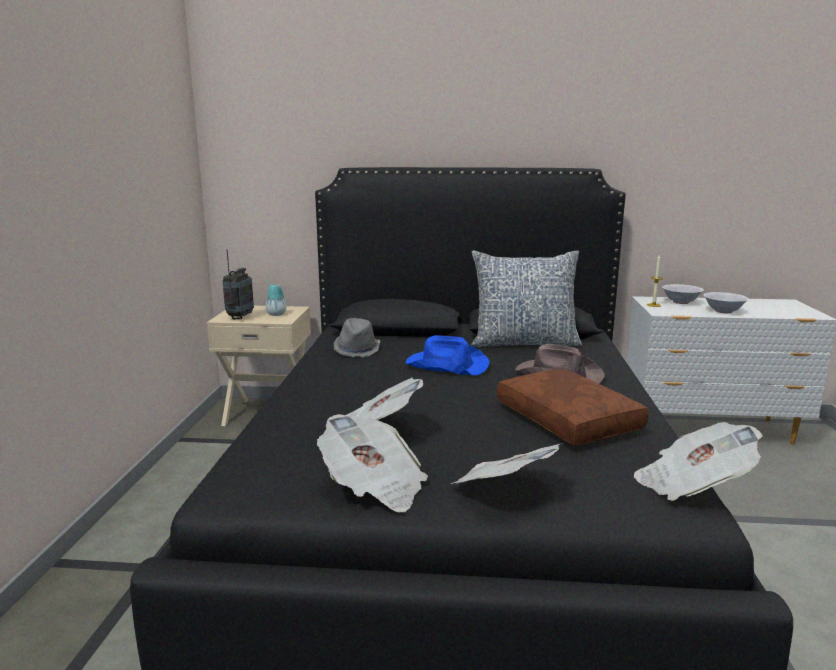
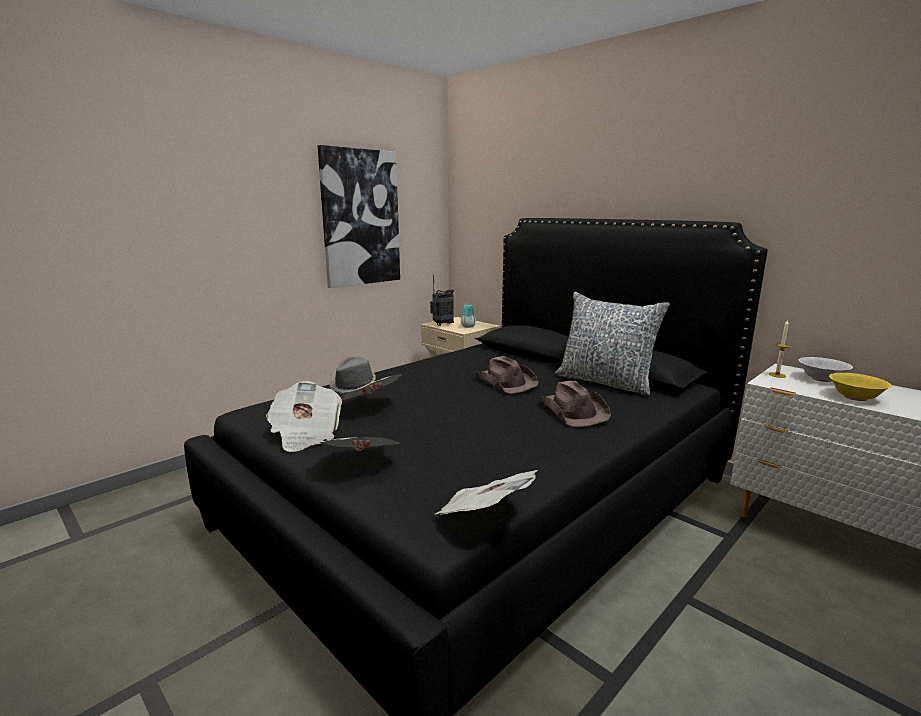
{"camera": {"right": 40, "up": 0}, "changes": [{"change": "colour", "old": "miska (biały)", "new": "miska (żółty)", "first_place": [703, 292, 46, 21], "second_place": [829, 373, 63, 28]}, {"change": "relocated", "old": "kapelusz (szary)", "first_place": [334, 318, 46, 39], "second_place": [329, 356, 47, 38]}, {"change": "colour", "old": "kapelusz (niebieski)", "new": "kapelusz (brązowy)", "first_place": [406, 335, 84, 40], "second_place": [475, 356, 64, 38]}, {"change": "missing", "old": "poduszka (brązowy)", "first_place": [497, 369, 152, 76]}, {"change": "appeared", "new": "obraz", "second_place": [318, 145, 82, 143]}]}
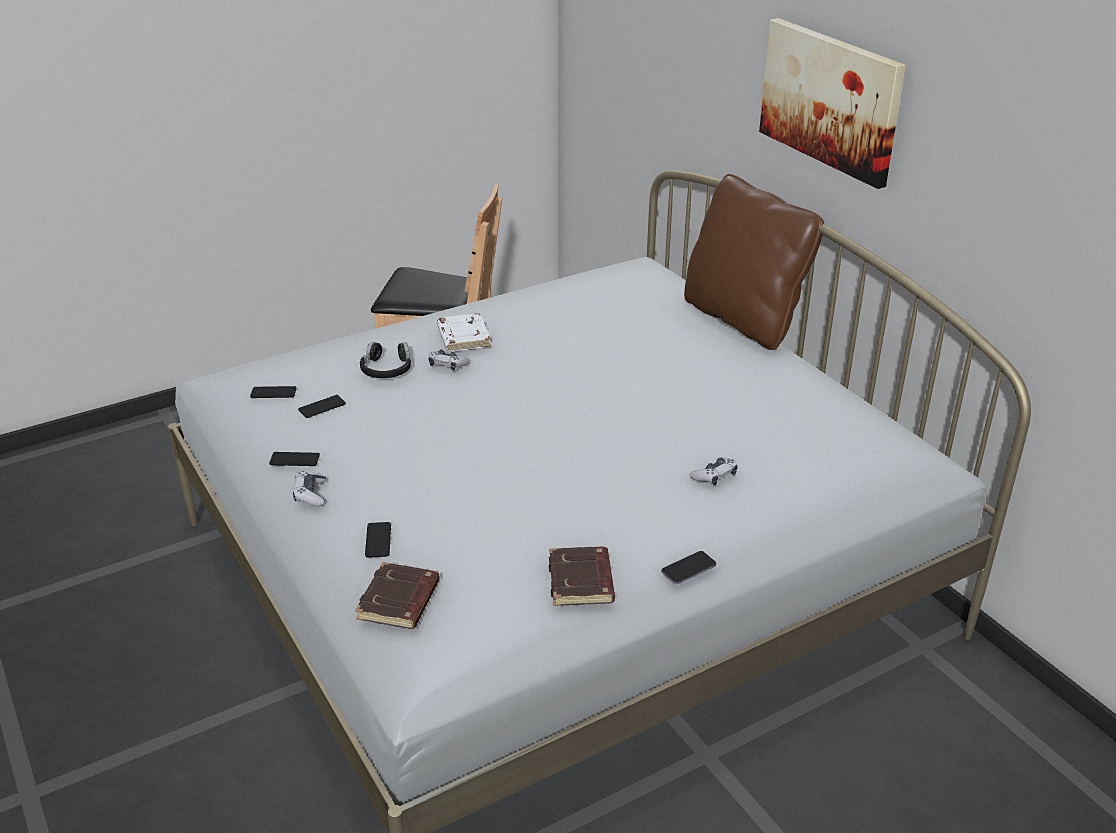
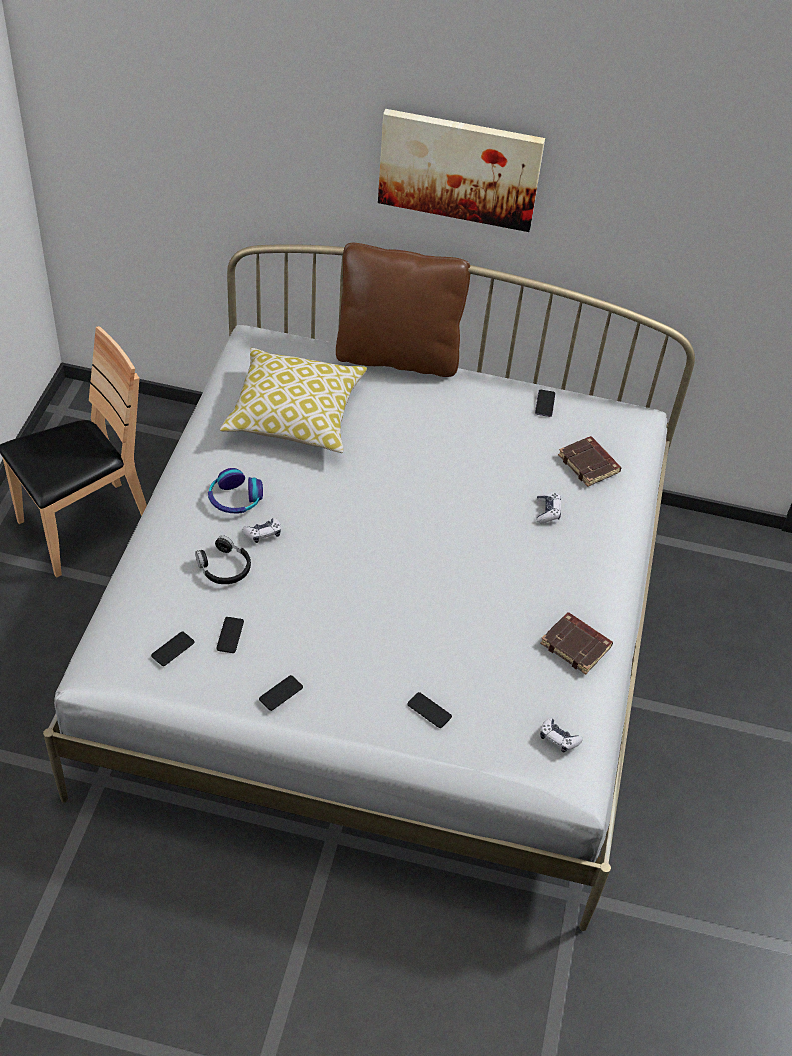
{"camera": {"right": -50, "up": 15}, "changes": [{"change": "exchanged", "old": "książka (biały)", "new": "słuchawki", "first_place": [437, 313, 54, 39], "second_place": [208, 468, 55, 45]}, {"change": "relocated", "old": "pad do gier", "first_place": [293, 471, 33, 35], "second_place": [540, 717, 43, 36]}, {"change": "relocated", "old": "telefon", "first_place": [661, 551, 55, 33], "second_place": [535, 390, 21, 27]}, {"change": "relocated", "old": "książka (brązowy)", "first_place": [355, 562, 85, 67], "second_place": [558, 436, 63, 51]}, {"change": "appeared", "new": "poduszka", "second_place": [220, 348, 147, 105]}]}
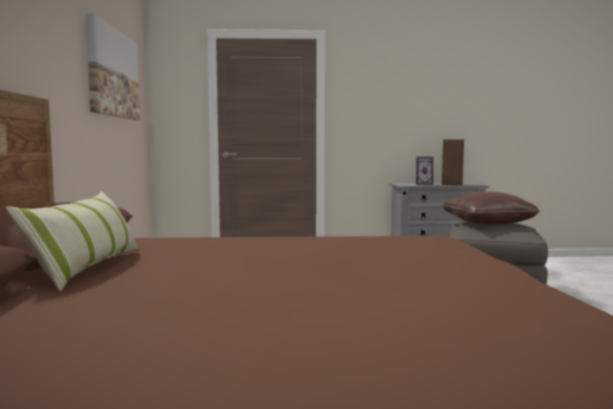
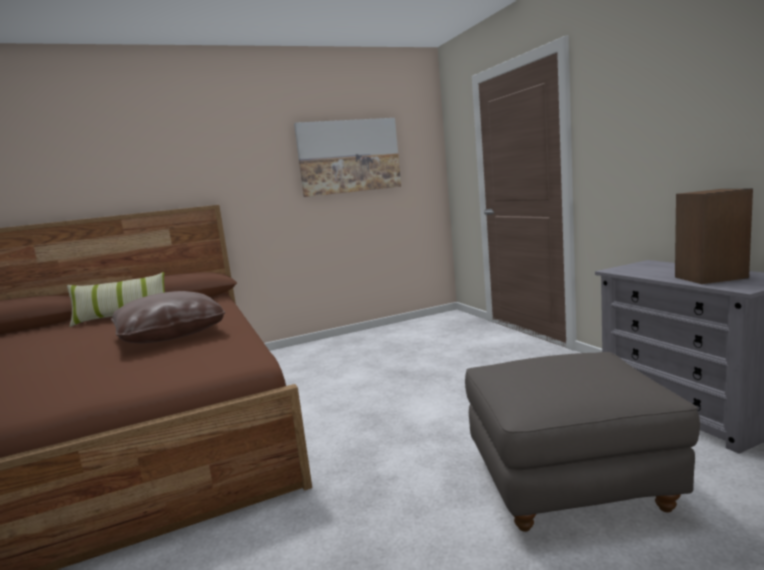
{"camera": {"right": 70, "up": 5}, "changes": [{"change": "missing", "old": "ramka na zdjęcie", "first_place": [416, 157, 18, 28]}, {"change": "relocated", "old": "poduszka (brązowy)", "first_place": [442, 191, 98, 34], "second_place": [111, 291, 114, 52]}]}
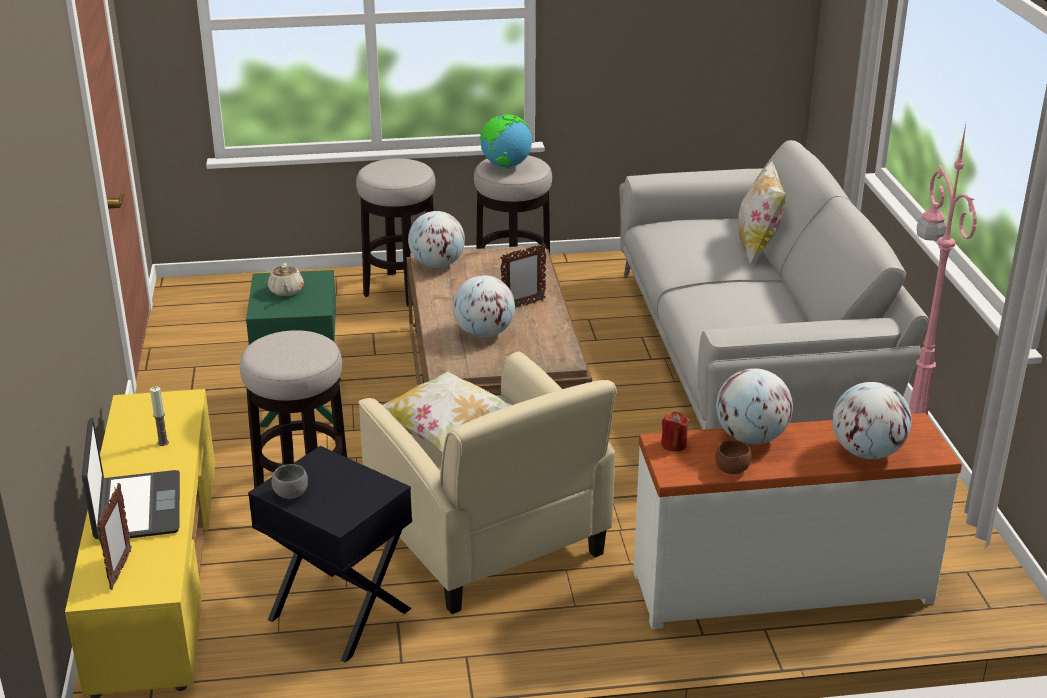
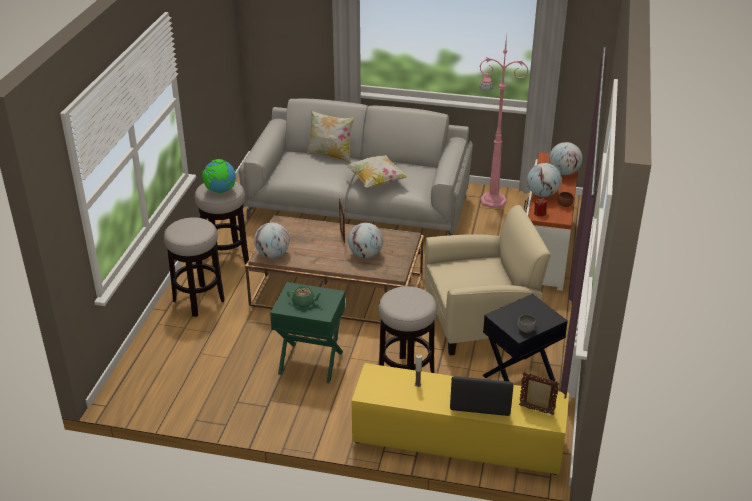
{"camera": {"right": -70, "up": 5}, "changes": [{"change": "colour", "old": "imbryk (beżowy)", "new": "imbryk (zielony)", "first_place": [268, 263, 36, 33], "second_place": [287, 287, 35, 20]}, {"change": "relocated", "old": "poduszka", "first_place": [383, 371, 128, 81], "second_place": [345, 155, 64, 33]}]}
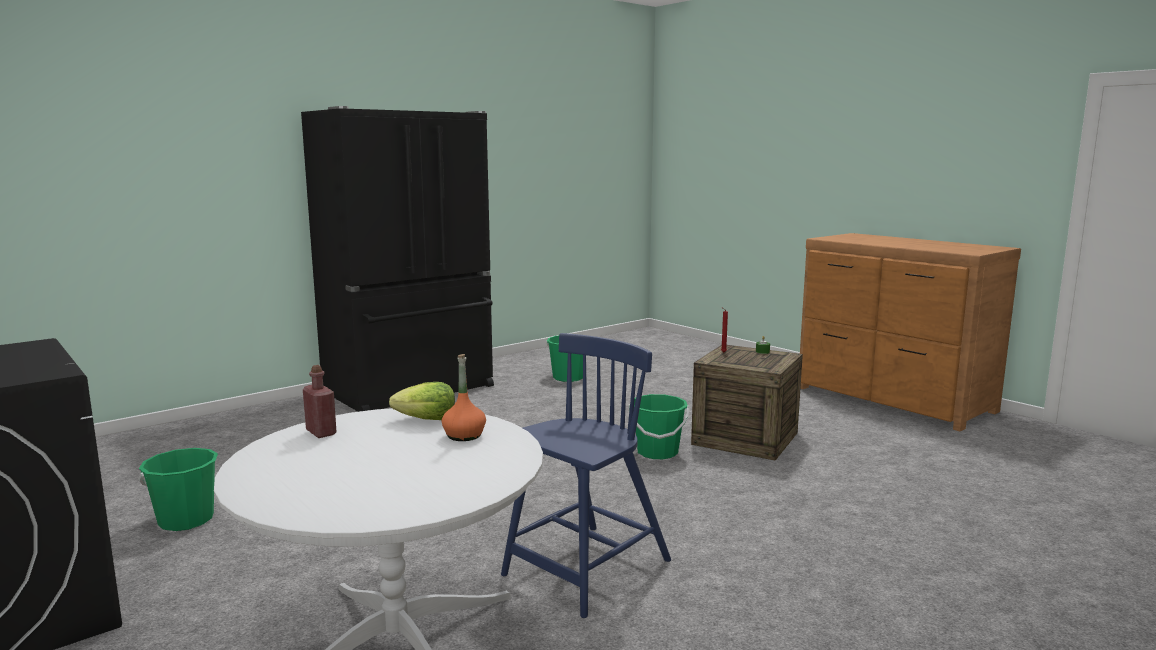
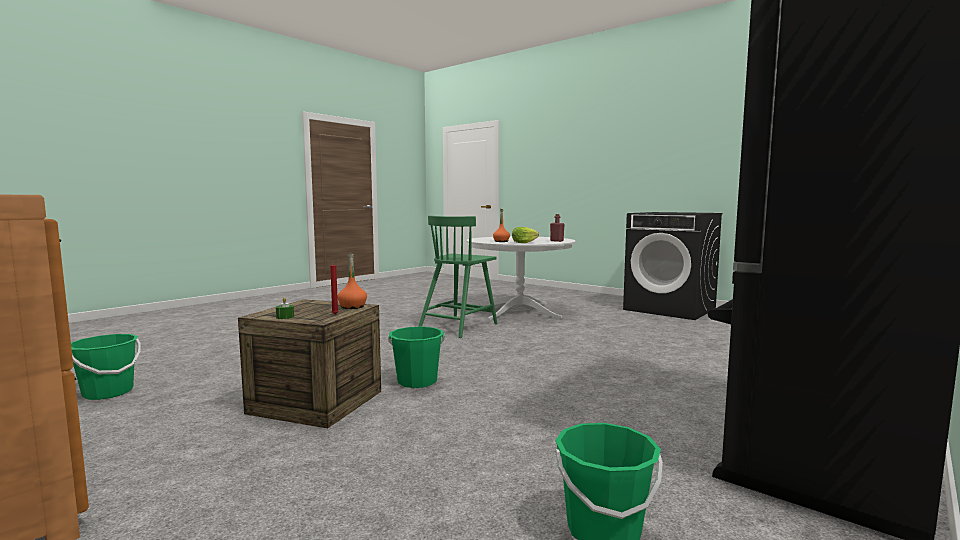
{"camera": {"right": 170, "up": -5}, "changes": [{"change": "colour", "old": "krzesło (niebieski)", "new": "krzesło (zielony)", "first_place": [501, 333, 170, 285], "second_place": [418, 215, 80, 123]}, {"change": "relocated", "old": "wiadro (zielony)", "first_place": [138, 448, 80, 83], "second_place": [71, 334, 69, 66]}, {"change": "appeared", "new": "butelka (pomarańczowy)", "second_place": [337, 252, 30, 57]}]}
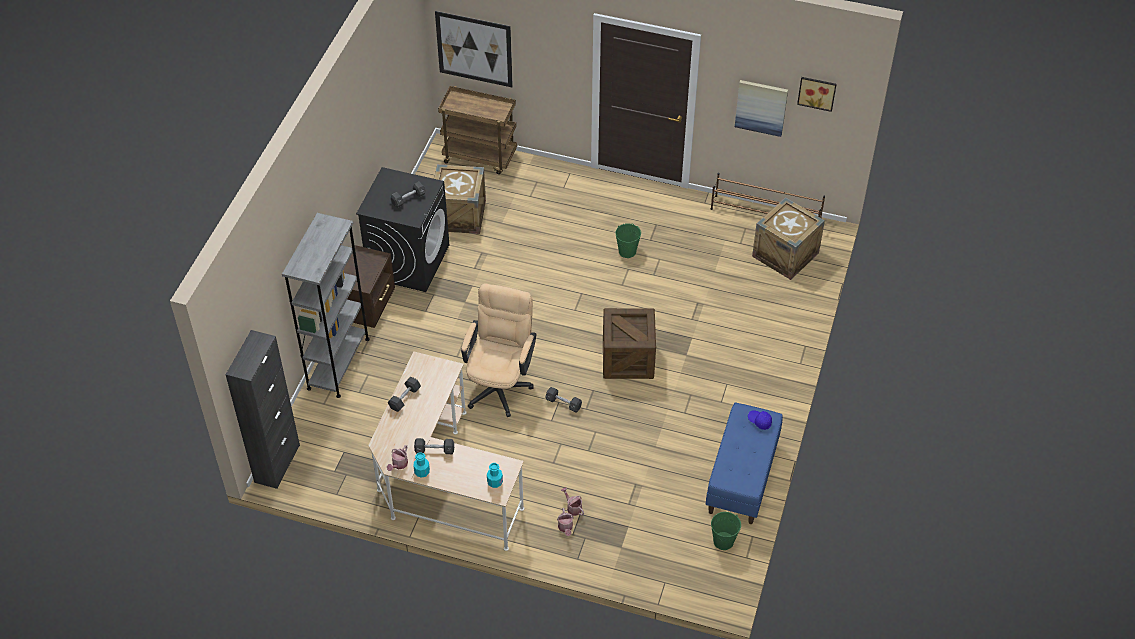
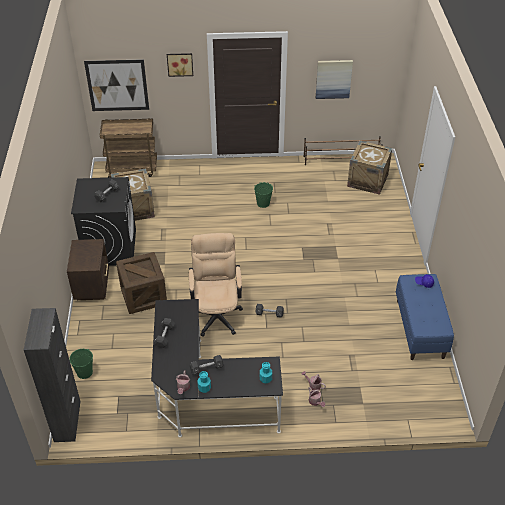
{"camera": {"right": -20, "up": -5}, "changes": [{"change": "relocated", "old": "obraz", "first_place": [797, 77, 40, 35], "second_place": [167, 53, 26, 24]}, {"change": "missing", "old": "regał (szary)", "first_place": [282, 213, 88, 185]}, {"change": "relocated", "old": "skrzynka", "first_place": [603, 308, 53, 71], "second_place": [116, 252, 51, 62]}, {"change": "colour", "old": "biurko (beżowy)", "new": "biurko (czarny)", "first_place": [368, 351, 156, 200], "second_place": [151, 299, 132, 138]}, {"change": "relocated", "old": "wiadro (zielony)", "first_place": [711, 512, 30, 38], "second_place": [69, 349, 24, 30]}]}
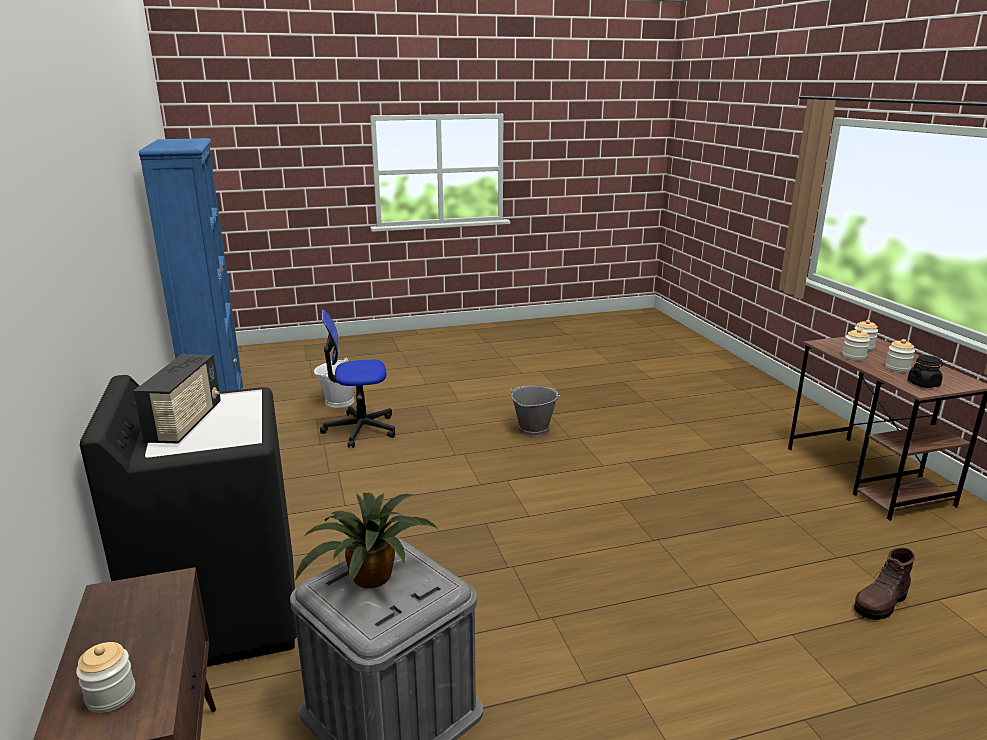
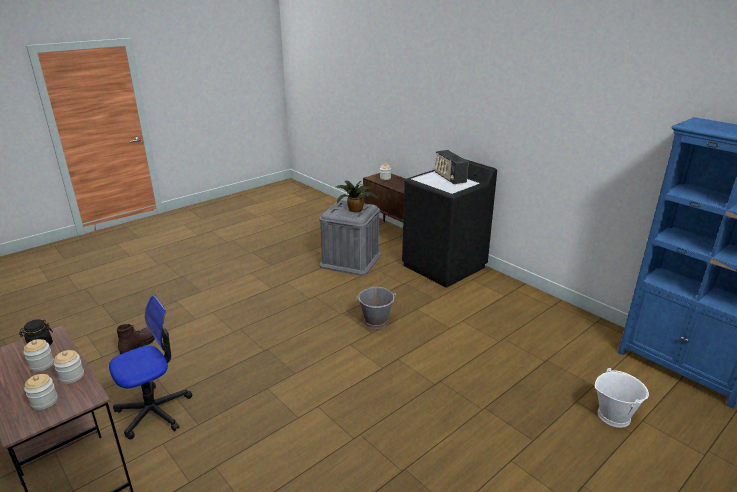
{"camera": {"right": 155, "up": 5}, "changes": [{"change": "relocated", "old": "krzesło biurowe", "first_place": [320, 310, 75, 138], "second_place": [109, 295, 83, 145]}, {"change": "relocated", "old": "wiadro (szary)", "first_place": [510, 386, 50, 51], "second_place": [356, 287, 40, 42]}]}
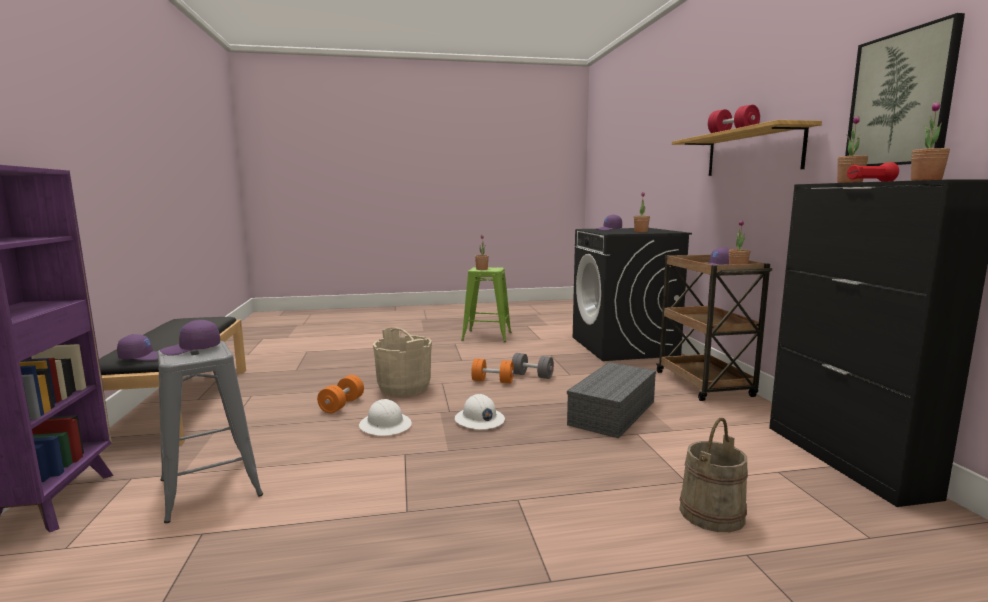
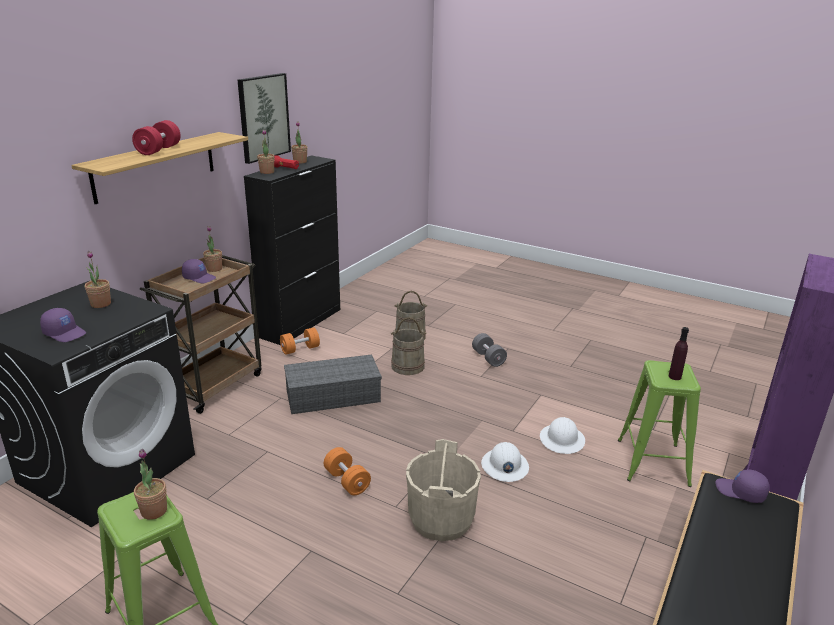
{"camera": {"right": -140, "up": 15}, "changes": [{"change": "exchanged", "old": "czapka z daszkiem (fioletowy)", "new": "butelka (fioletowy)", "first_place": [160, 320, 60, 36], "second_place": [669, 327, 20, 53]}, {"change": "colour", "old": "stołek (szary)", "new": "stołek (zielony)", "first_place": [157, 341, 106, 182], "second_place": [618, 360, 83, 127]}, {"change": "relocated", "old": "hantel (szary)", "first_place": [512, 353, 42, 26], "second_place": [472, 333, 35, 34]}, {"change": "relocated", "old": "hantel (pomarańczowy)", "first_place": [317, 375, 47, 38], "second_place": [280, 327, 40, 28]}, {"change": "relocated", "old": "kask (biały)", "first_place": [455, 394, 50, 36], "second_place": [540, 417, 45, 37]}, {"change": "appeared", "new": "wiadro (beżowy)", "second_place": [391, 317, 35, 58]}]}
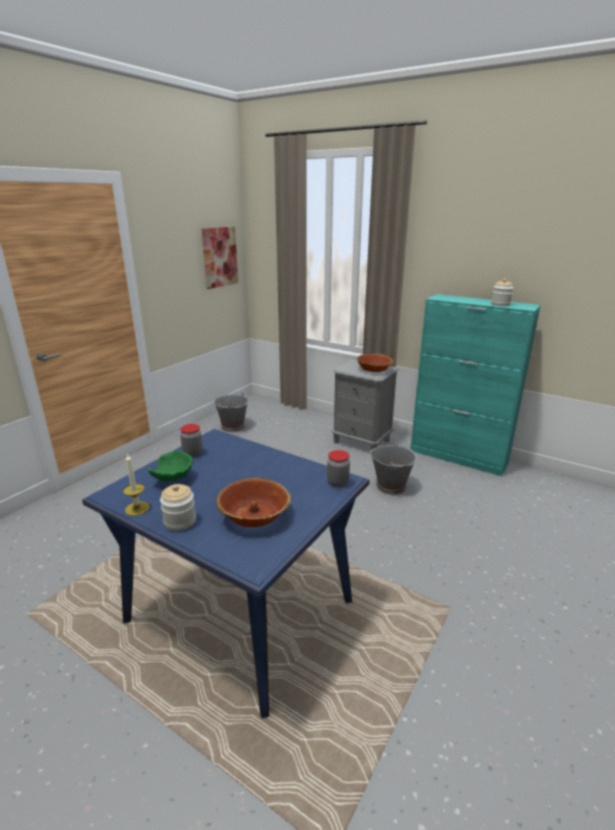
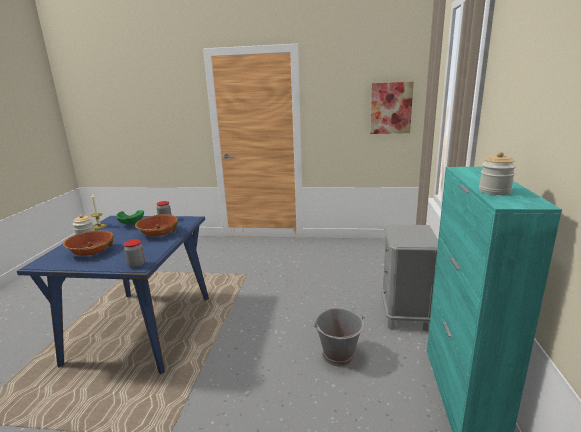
{"camera": {"right": 65, "up": -5}, "changes": [{"change": "relocated", "old": "miska", "first_place": [356, 354, 38, 18], "second_place": [135, 214, 43, 22]}, {"change": "missing", "old": "wiadro (szary)", "first_place": [214, 392, 35, 40]}]}
